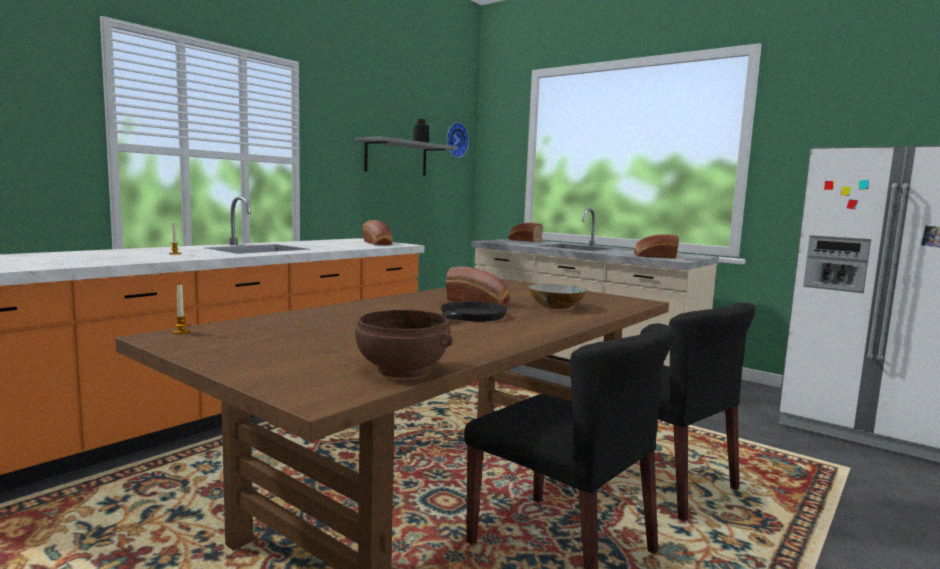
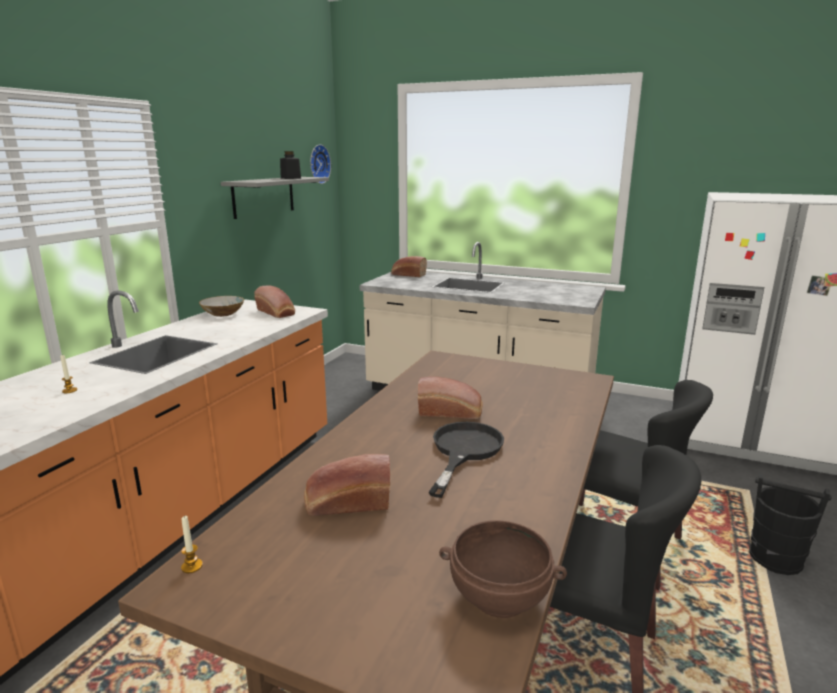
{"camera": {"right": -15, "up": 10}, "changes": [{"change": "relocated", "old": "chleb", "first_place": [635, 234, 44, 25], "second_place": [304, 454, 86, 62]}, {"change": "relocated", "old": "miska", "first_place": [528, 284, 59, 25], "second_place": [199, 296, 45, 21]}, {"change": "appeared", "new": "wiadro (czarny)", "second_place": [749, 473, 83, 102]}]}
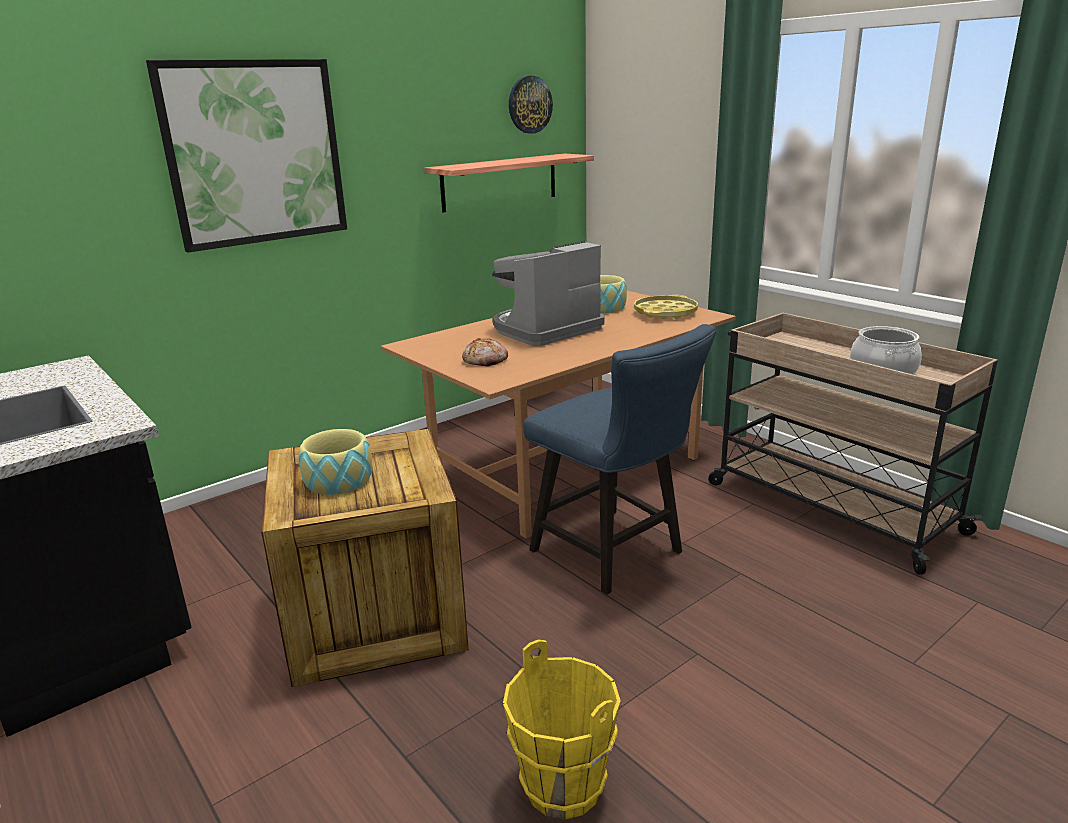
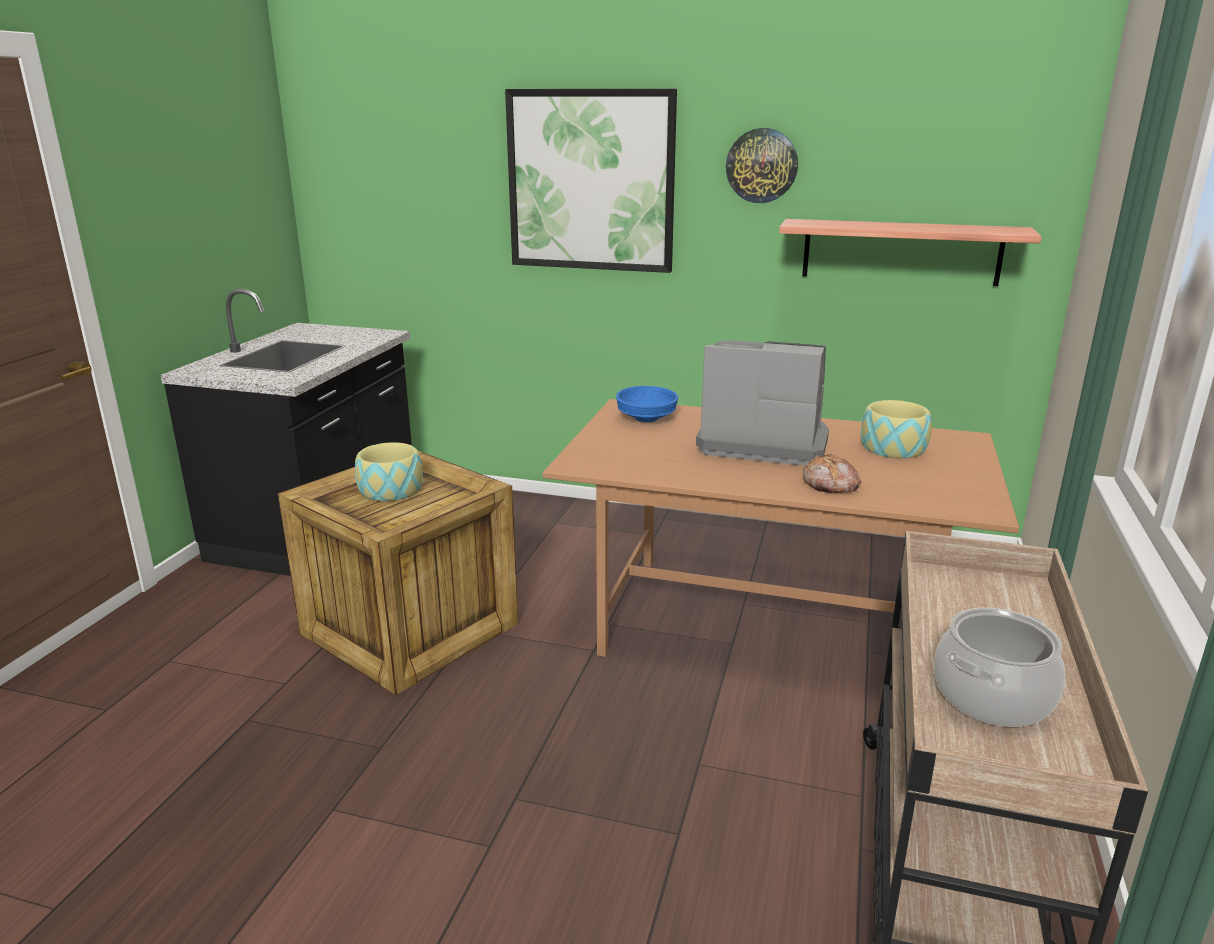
{"camera": {"right": 55, "up": 0}, "changes": [{"change": "relocated", "old": "zegar ścienny", "first_place": [509, 76, 44, 58], "second_place": [726, 128, 72, 75]}, {"change": "missing", "old": "taca (żółty)", "first_place": [634, 295, 64, 24]}, {"change": "missing", "old": "krzesło (niebieski)", "first_place": [523, 324, 193, 271]}, {"change": "relocated", "old": "chleb", "first_place": [462, 338, 46, 29], "second_place": [803, 453, 58, 40]}, {"change": "missing", "old": "wiadro (żółty)", "first_place": [503, 640, 118, 179]}, {"change": "appeared", "new": "miska (niebieski)", "second_place": [616, 386, 62, 36]}]}
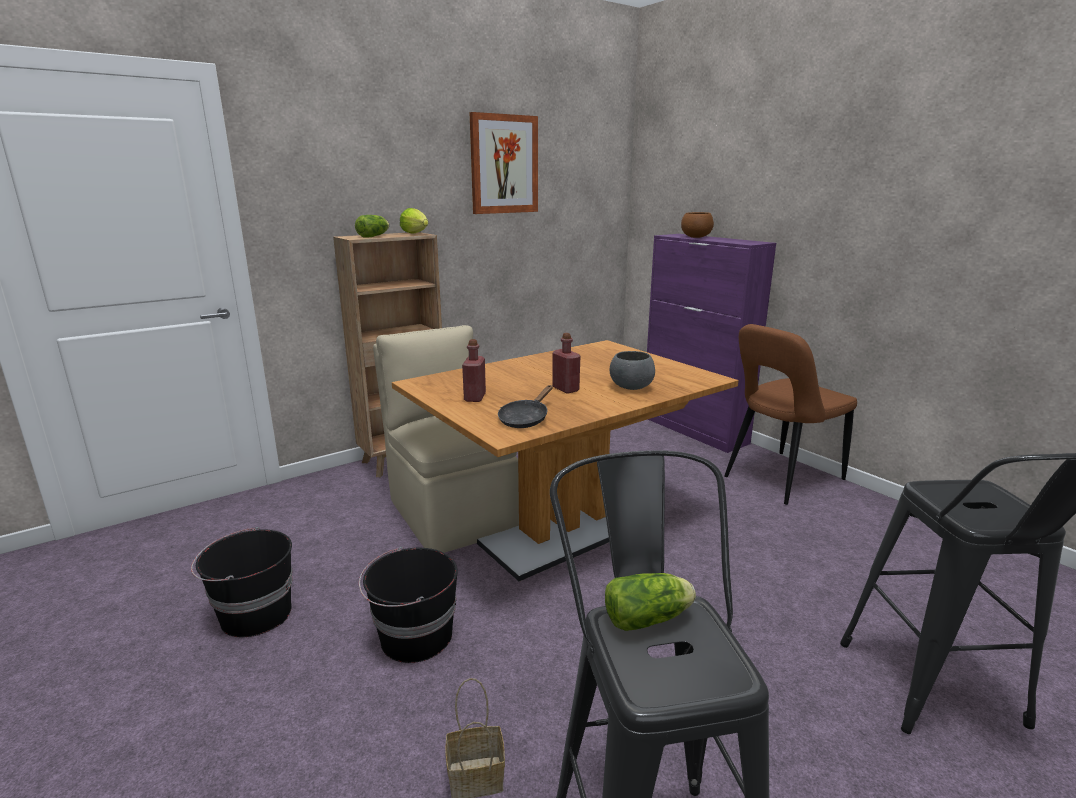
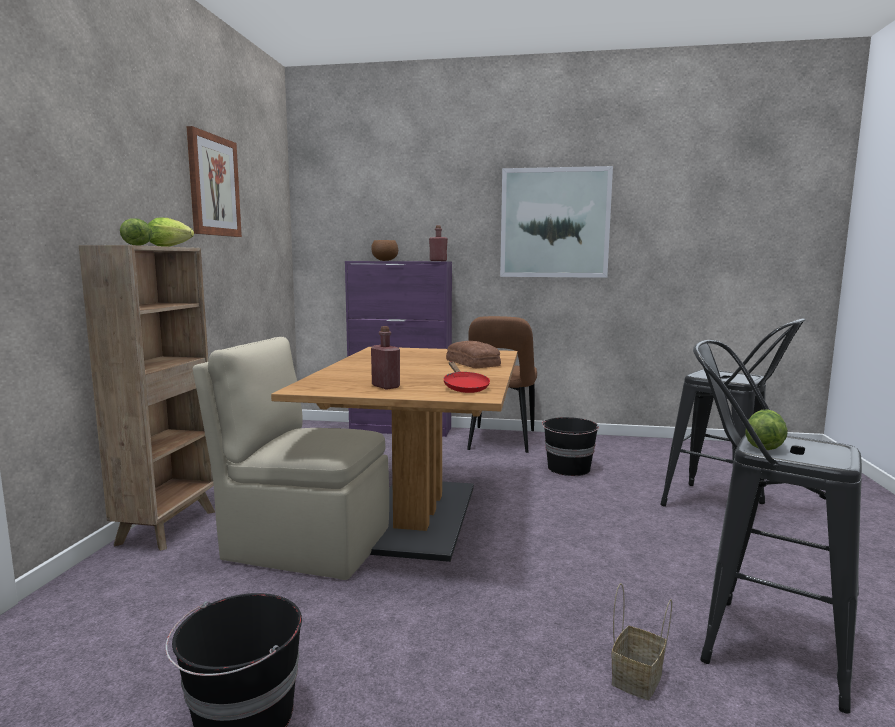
{"camera": {"right": -45, "up": -10}, "changes": [{"change": "relocated", "old": "butelka (czerwony)", "first_place": [552, 333, 29, 61], "second_place": [429, 225, 19, 36]}, {"change": "exchanged", "old": "miska (szary)", "new": "chleb", "first_place": [609, 351, 46, 39], "second_place": [446, 341, 55, 27]}, {"change": "colour", "old": "patelnia (czarny)", "new": "patelnia (czerwony)", "first_place": [498, 385, 55, 43], "second_place": [444, 361, 46, 32]}, {"change": "relocated", "old": "wiadro (czarny)", "first_place": [359, 547, 99, 116], "second_place": [542, 417, 57, 59]}, {"change": "appeared", "new": "obraz", "second_place": [500, 166, 113, 112]}]}
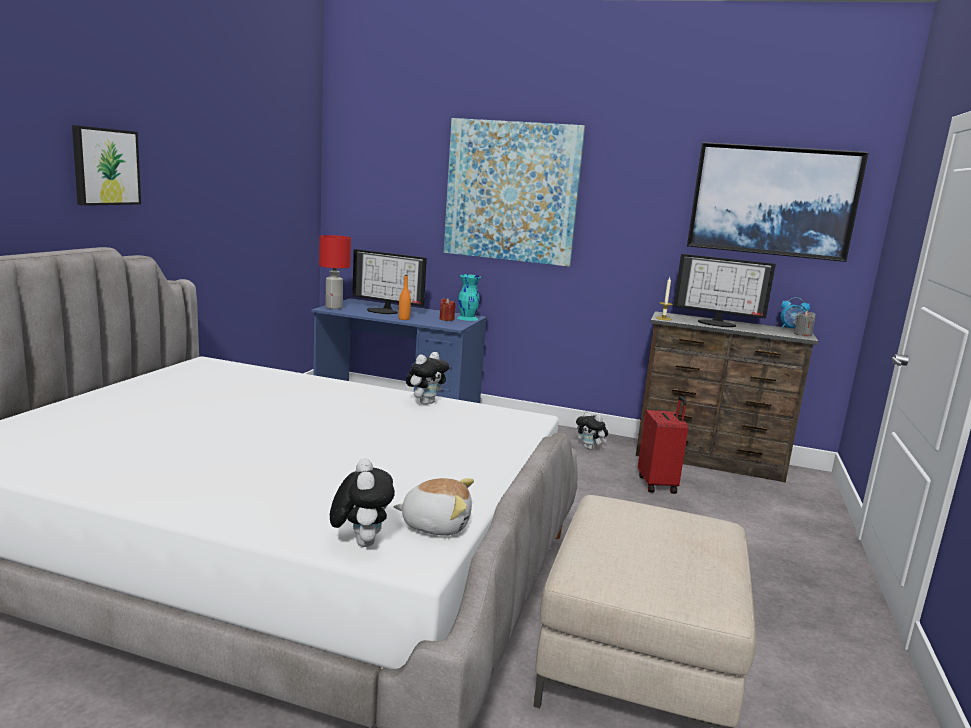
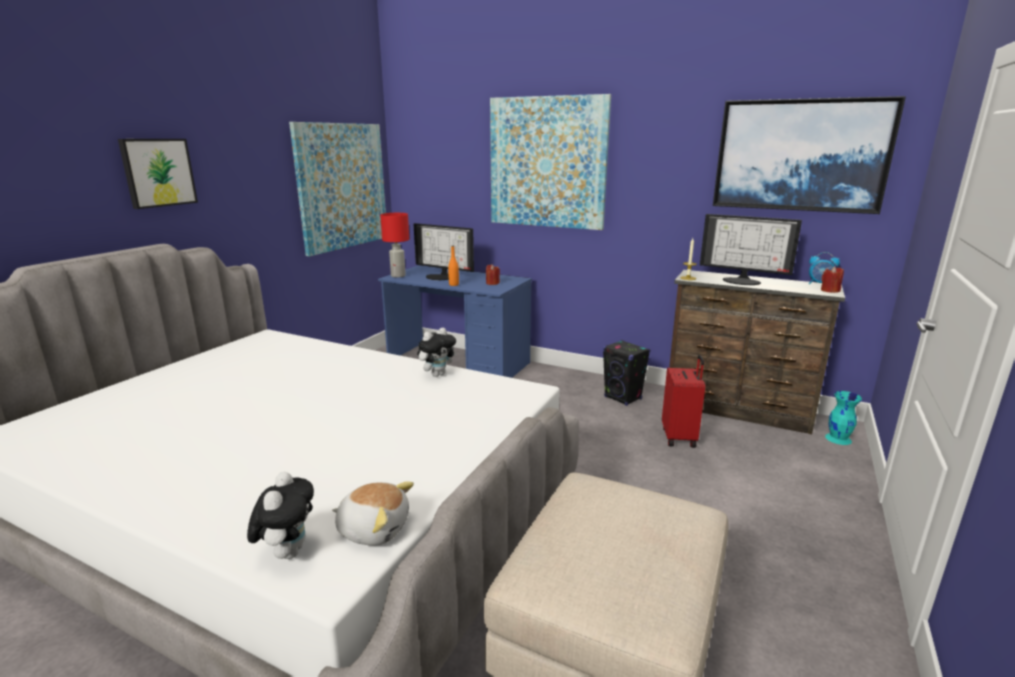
{"camera": {"right": 10, "up": 5}, "changes": [{"change": "relocated", "old": "wazon (turkusowy)", "first_place": [457, 274, 24, 47], "second_place": [825, 391, 37, 54]}, {"change": "colour", "old": "świeca (szary)", "new": "świeca (czerwony)", "first_place": [794, 311, 22, 25], "second_place": [821, 266, 23, 27]}, {"change": "exchanged", "old": "pluszak", "new": "głośnik (czarny)", "first_place": [576, 411, 32, 39], "second_place": [603, 340, 47, 66]}, {"change": "appeared", "new": "obraz", "second_place": [289, 122, 97, 134]}]}
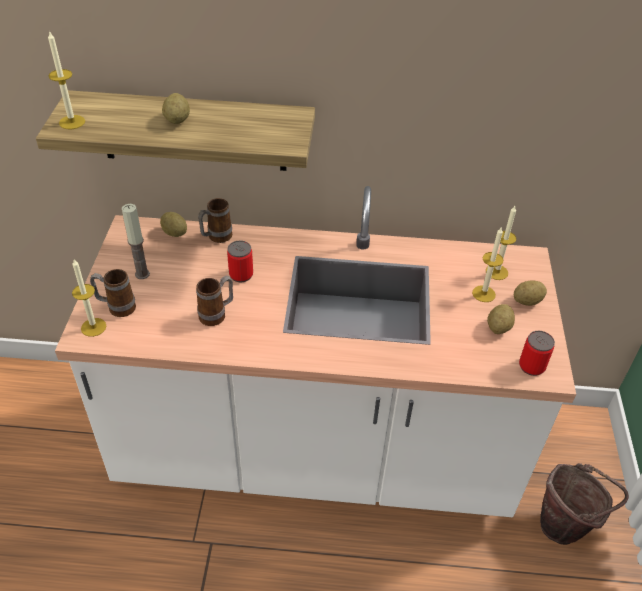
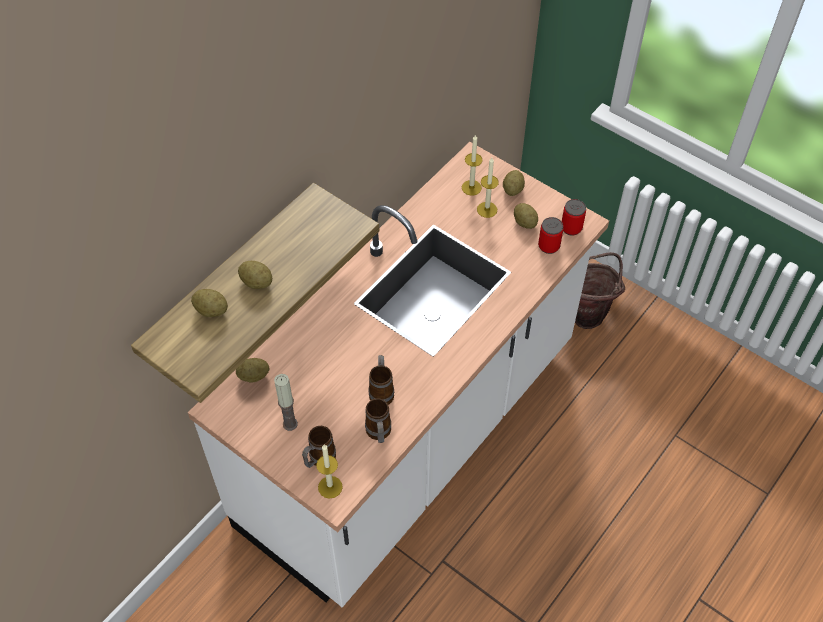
{"camera": {"right": -55, "up": 10}, "changes": [{"change": "missing", "old": "świeca", "first_place": [48, 30, 37, 99]}, {"change": "relocated", "old": "kubek", "first_place": [198, 198, 34, 45], "second_place": [365, 398, 26, 45]}, {"change": "relocated", "old": "puszka", "first_place": [227, 241, 26, 41], "second_place": [538, 217, 25, 37]}, {"change": "appeared", "new": "ziemniak", "second_place": [191, 289, 37, 28]}]}
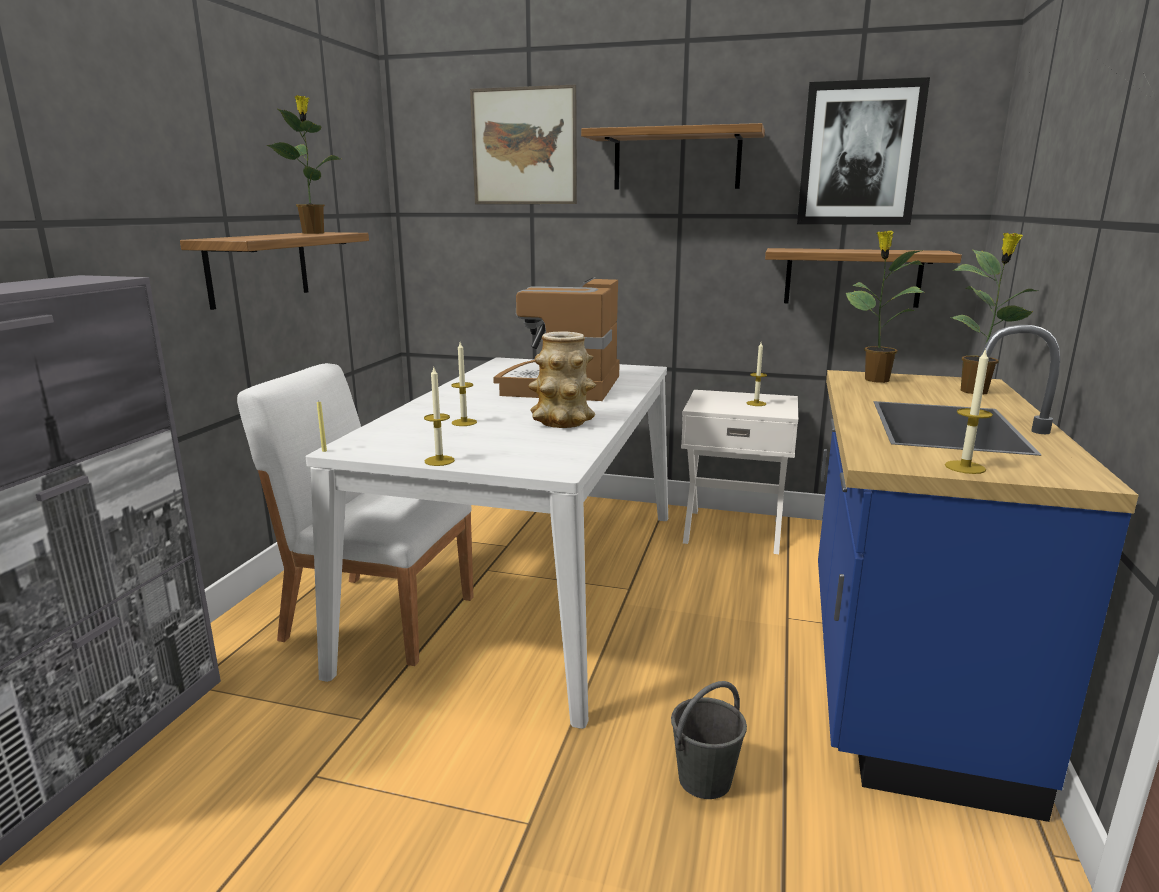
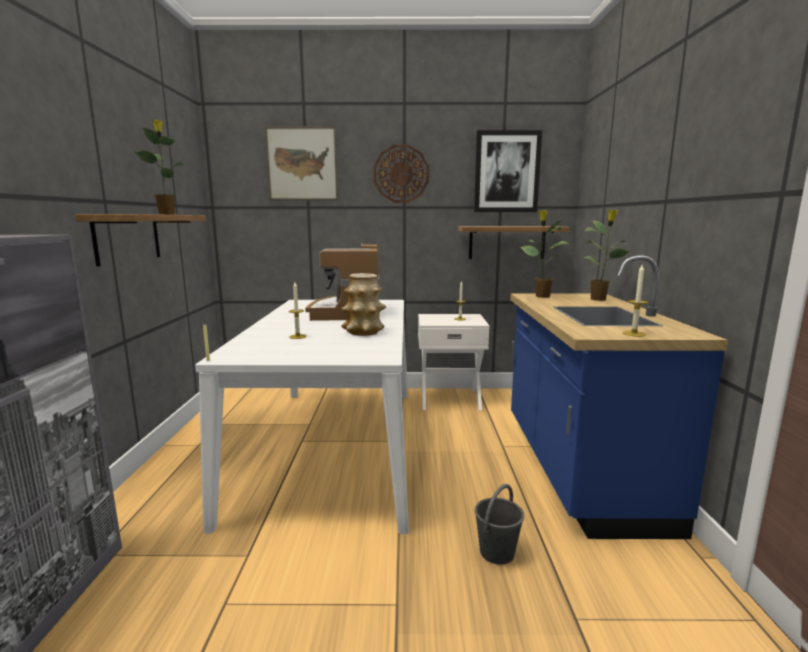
{"camera": {"right": -15, "up": -5}, "changes": [{"change": "exchanged", "old": "półka", "new": "zegar ścienny", "first_place": [581, 123, 184, 67], "second_place": [374, 145, 55, 58]}, {"change": "missing", "old": "krzesło (biały)", "first_place": [237, 363, 236, 303]}, {"change": "missing", "old": "świeca", "first_place": [424, 367, 31, 99]}]}
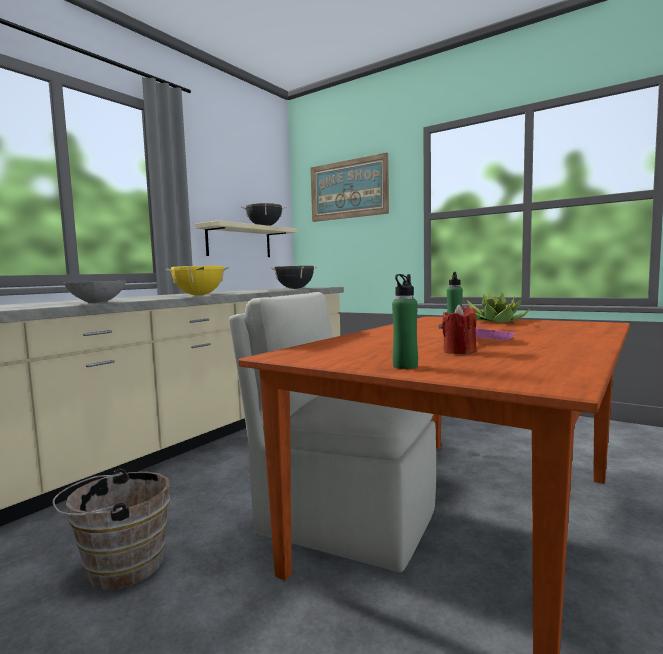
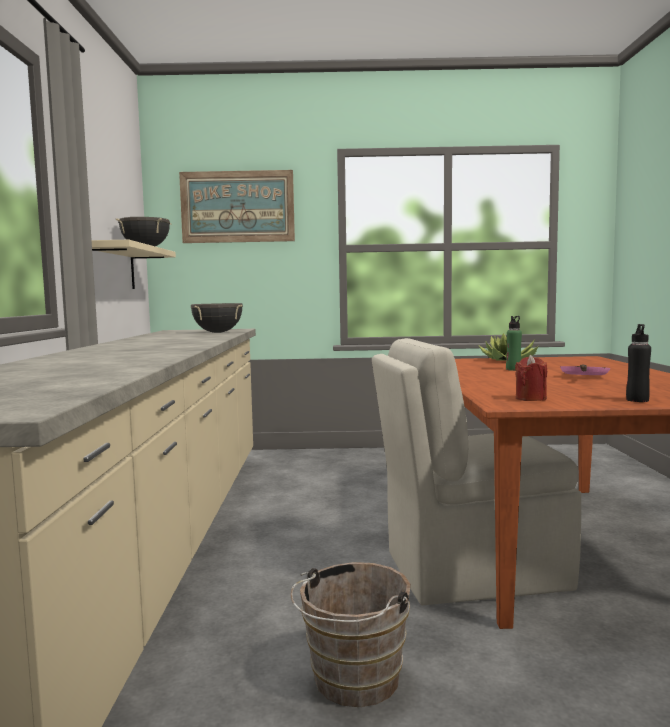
{"camera": {"right": -35, "up": 0}, "changes": [{"change": "missing", "old": "garnek (żółty)", "first_place": [165, 266, 64, 29]}, {"change": "colour", "old": "butelka (zielony)", "new": "butelka (czarny)", "first_place": [392, 274, 26, 95], "second_place": [626, 324, 25, 78]}, {"change": "missing", "old": "miska (szary)", "first_place": [64, 281, 62, 22]}, {"change": "relocated", "old": "świeca (czerwony)", "first_place": [442, 304, 35, 50], "second_place": [515, 355, 32, 46]}]}
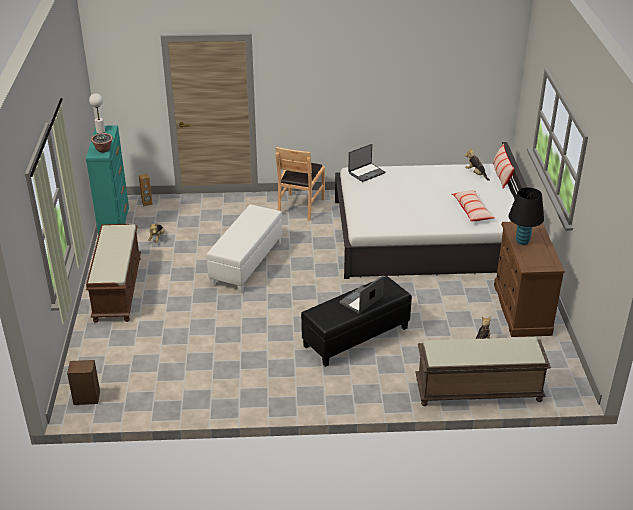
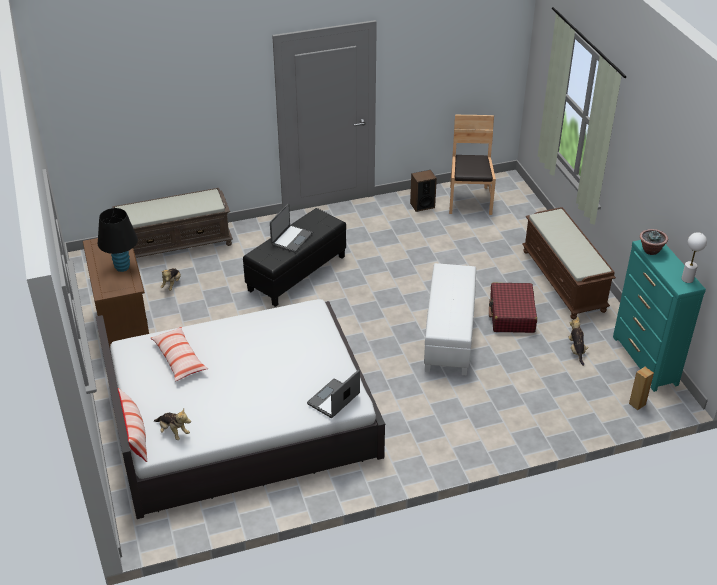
{"camera": {"right": 165, "up": 5}, "changes": [{"change": "relocated", "old": "krzesło (brązowy)", "first_place": [276, 147, 49, 74], "second_place": [449, 115, 47, 100]}, {"change": "relocated", "old": "głośnik", "first_place": [67, 360, 33, 45], "second_place": [410, 170, 27, 42]}, {"change": "appeared", "new": "walizka (czerwony)", "second_place": [489, 283, 48, 50]}]}
